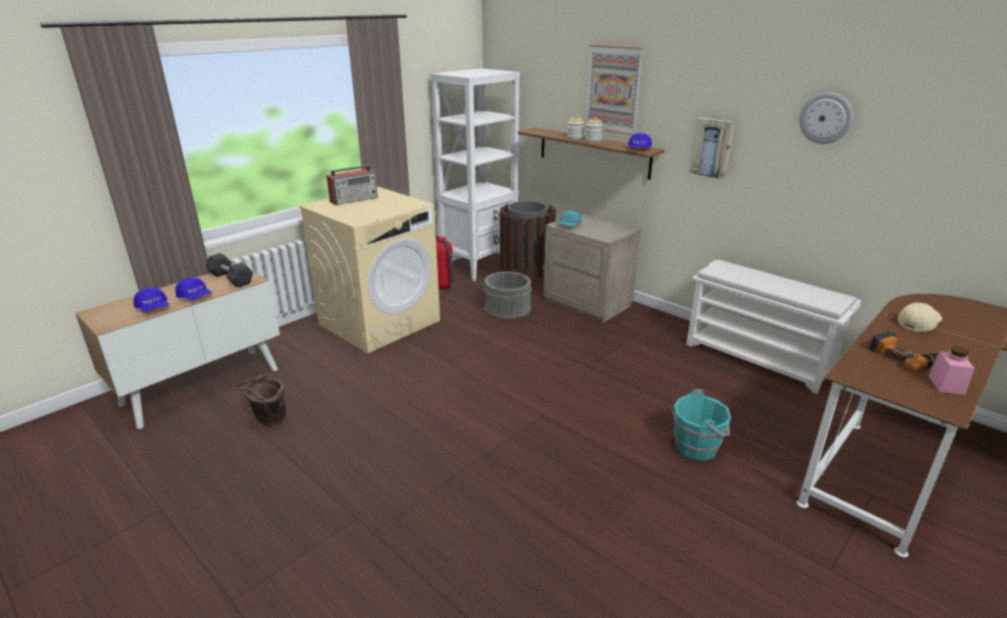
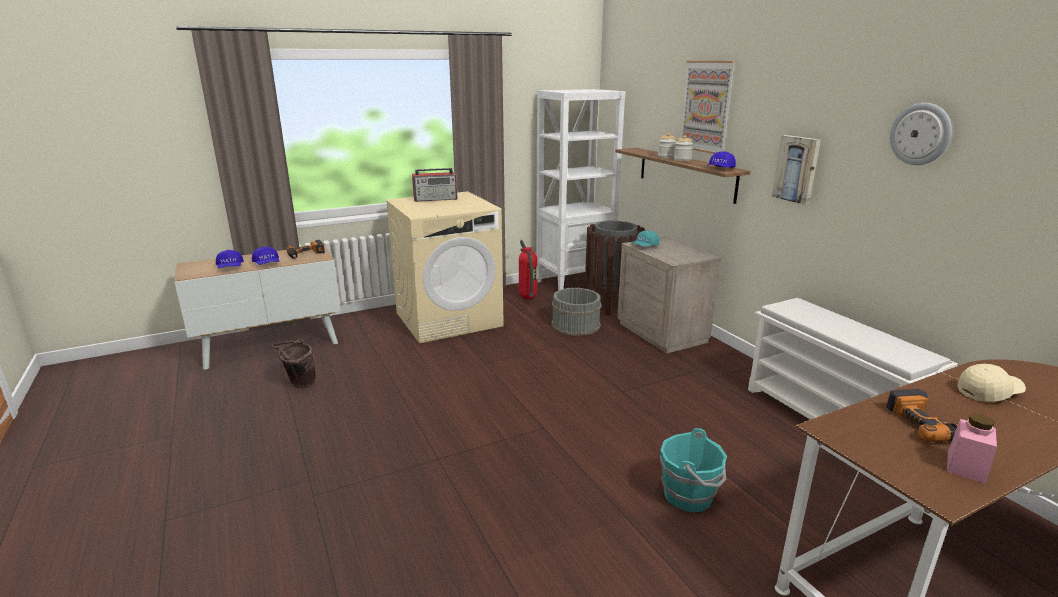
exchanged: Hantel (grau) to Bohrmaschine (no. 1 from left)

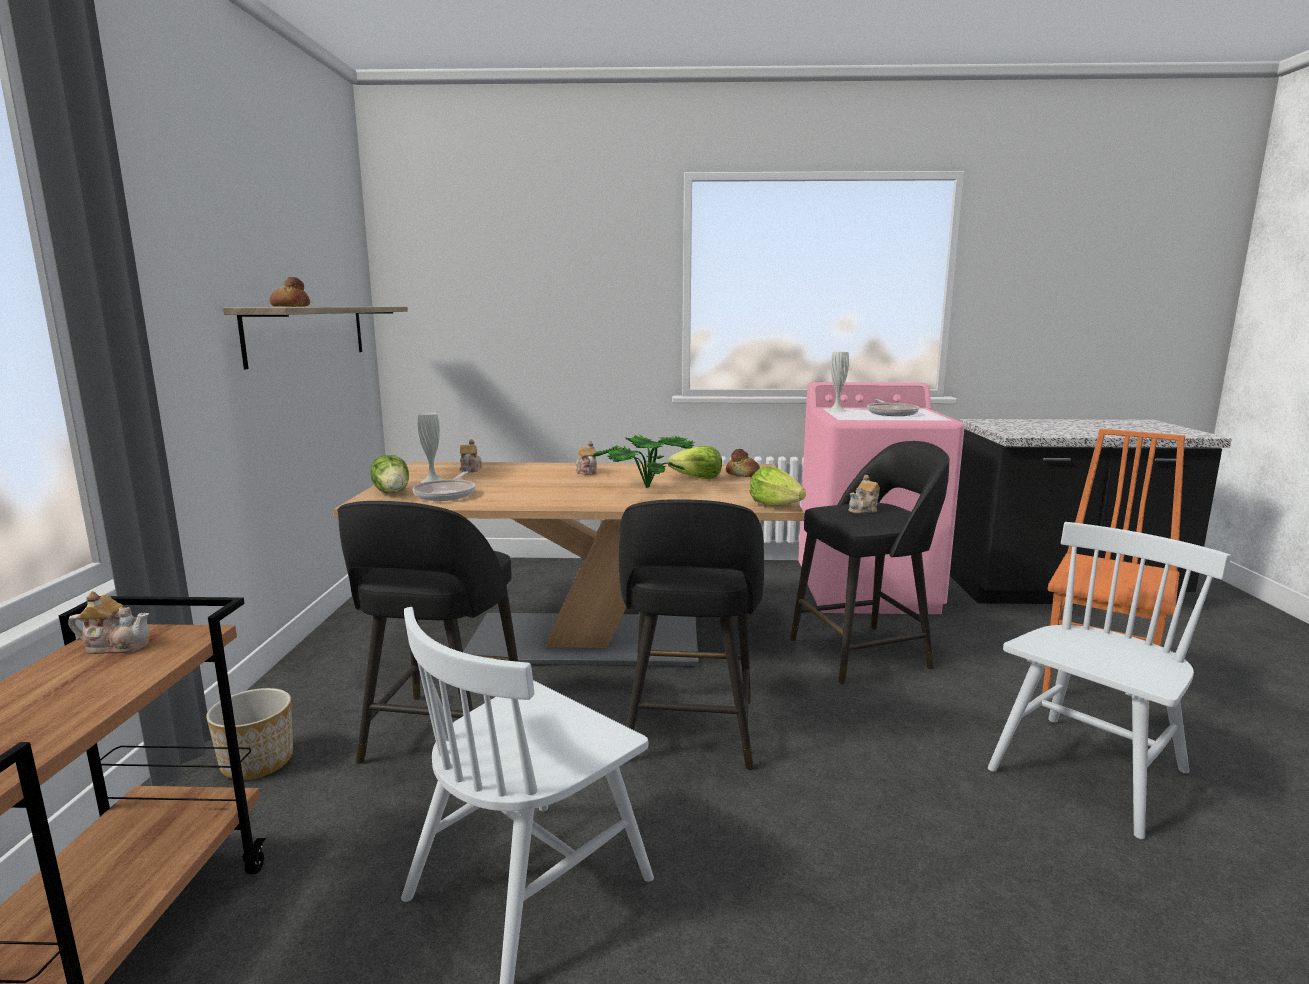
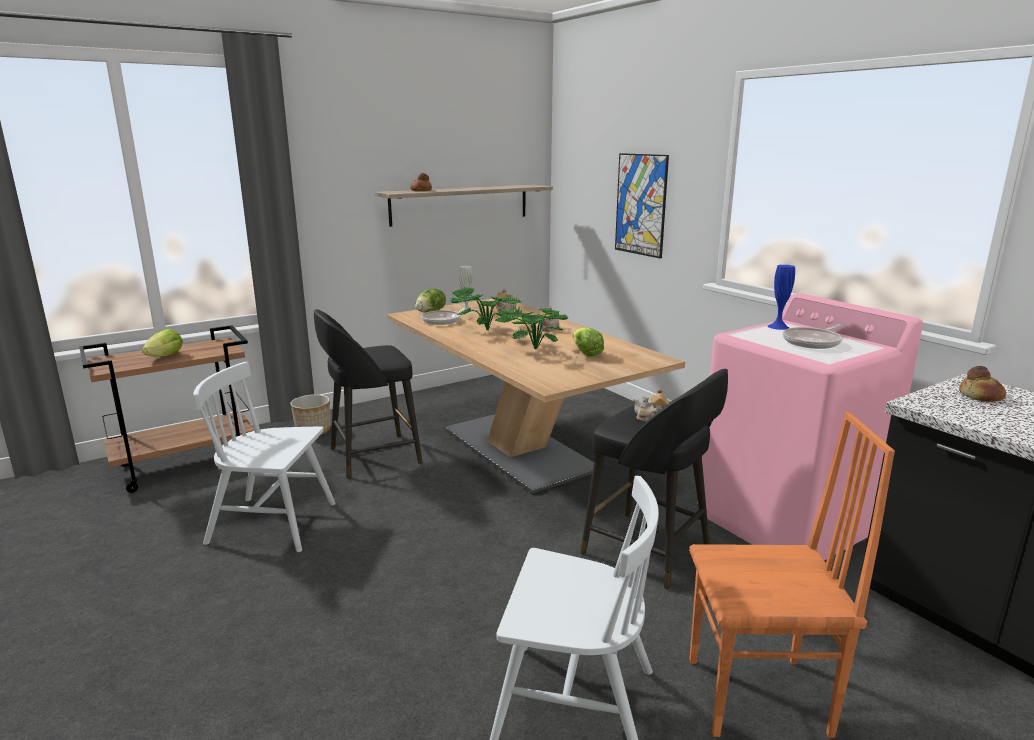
missing: Teekanne (no. 1 from left); Hocker (schwarz) (no. 2 from left)
appeared: Topfpflanze (no. 1 from left); Bild
relocated: Salatkopf (no. 3 from left in the first image) to Salatkopf (no. 1 from left); Brot (no. 2 from left)
colour: Vase (weiß) (no. 2 from left) to Vase (blau)

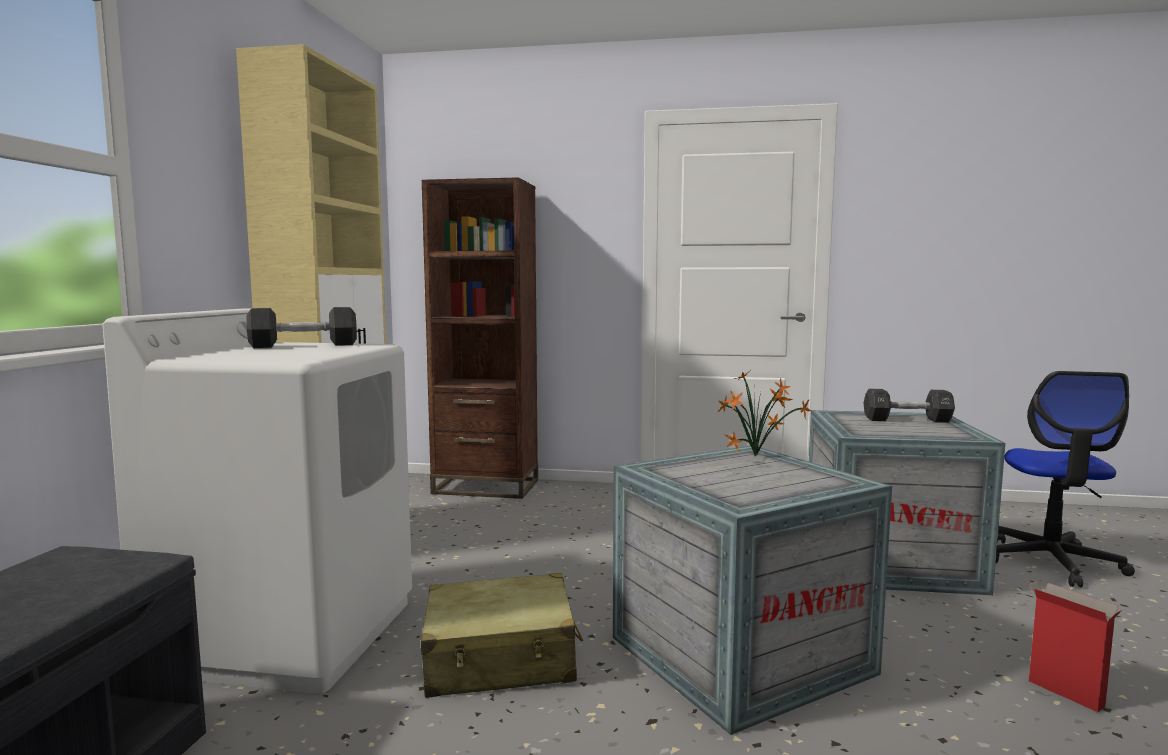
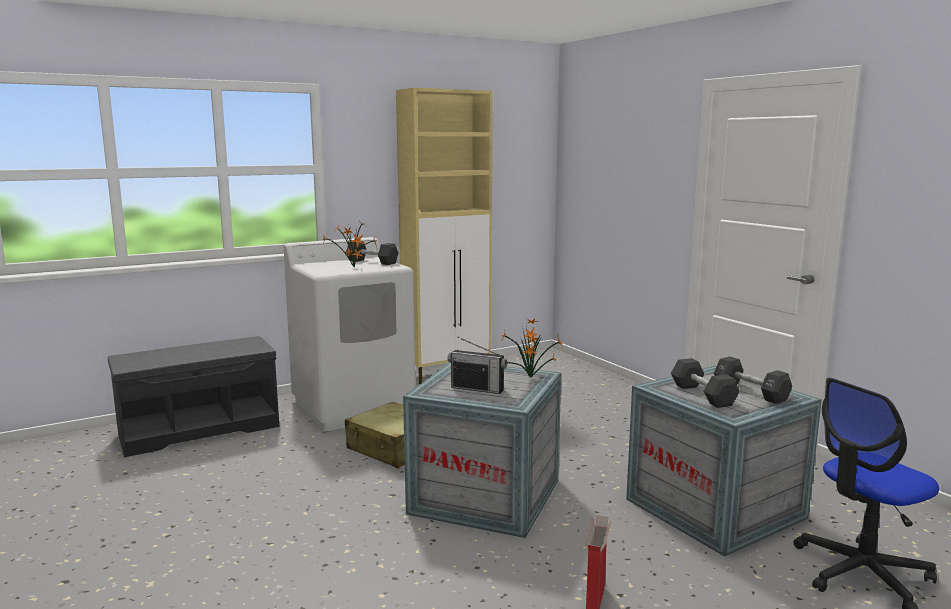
missing: Bücherregal (braun)
appeared: Topfpflanze (no. 1 from left); Radio; Hantel (schwarz) (no. 2 from left)

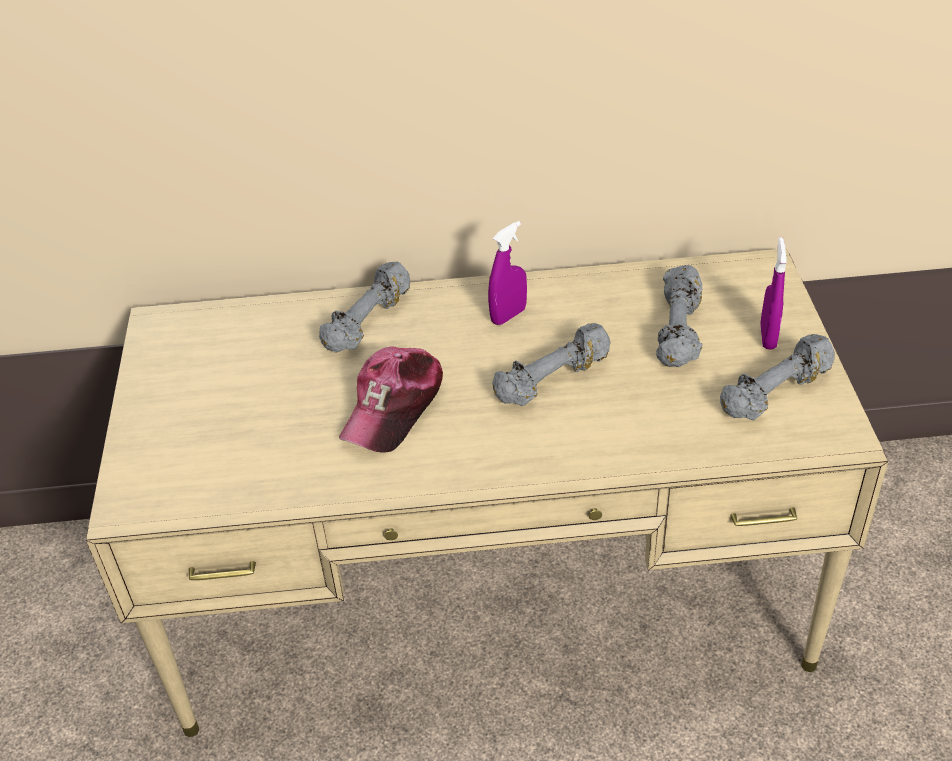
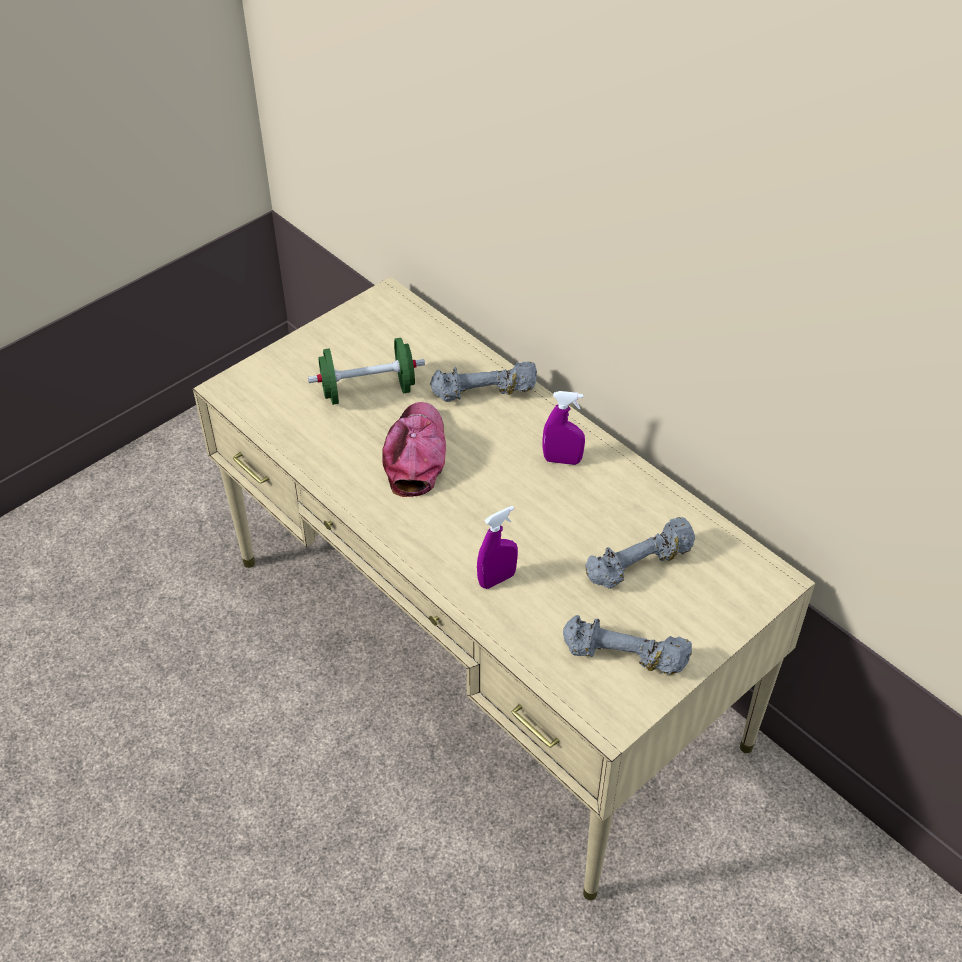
missing: Hantel (grau) (no. 2 from left)
appeared: Hantel (grün)
relocated: Sprühflasche (lila) (no. 2 from left in the first image) to Sprühflasche (lila) (no. 1 from left)
spun: Kappe 105 degrees clockwise

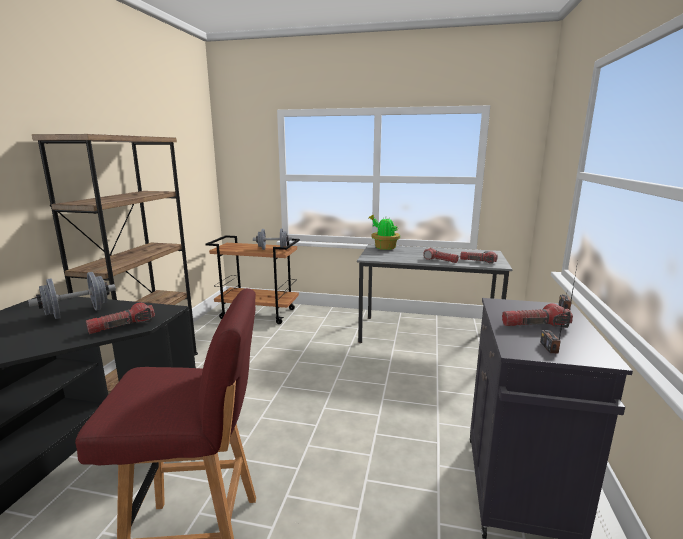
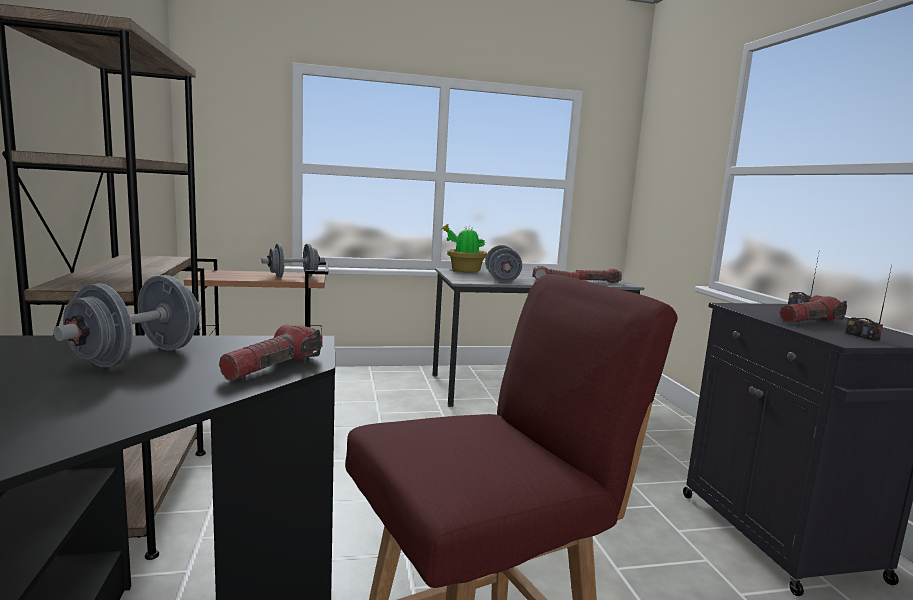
appeared: Hantel (grau) (no. 3 from left)

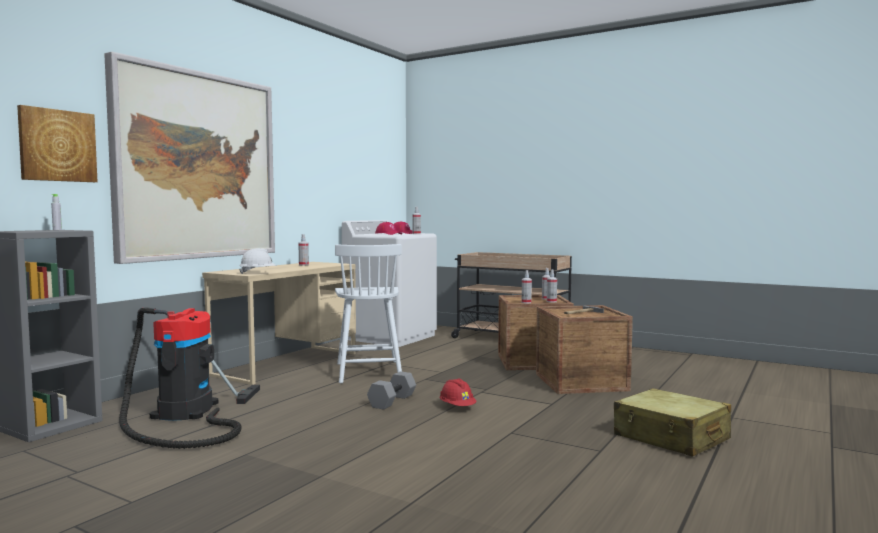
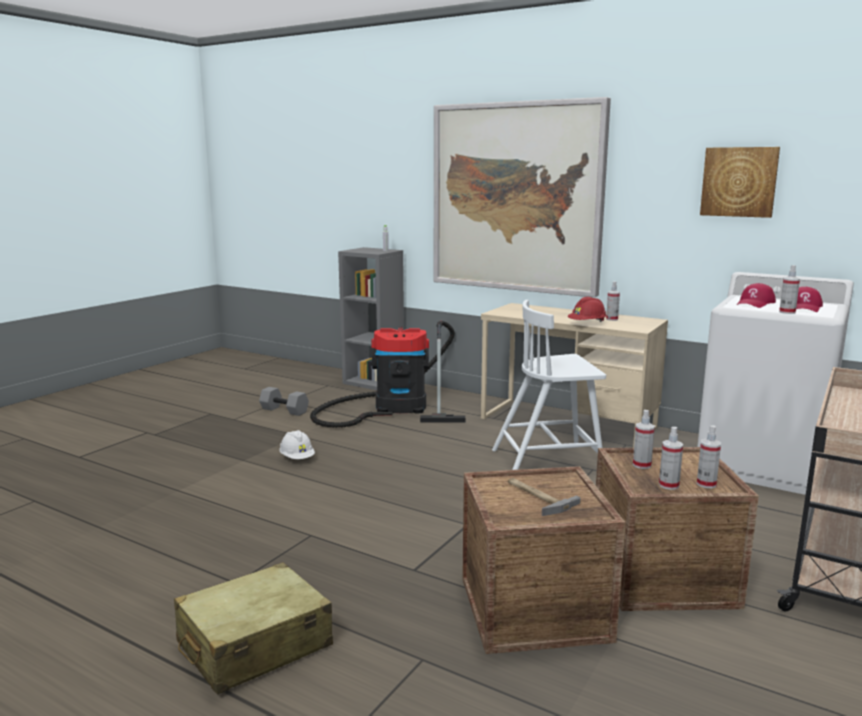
relocated: Hantel (grau); Schutzhelm (weiß); Schutzhelm (rot); Bild (no. 1 from left in the first image) to Bild (no. 2 from left)

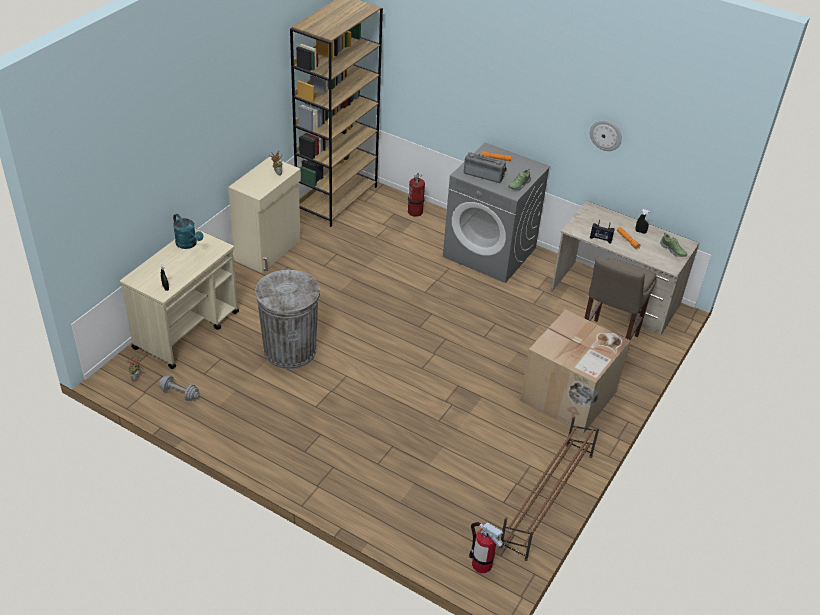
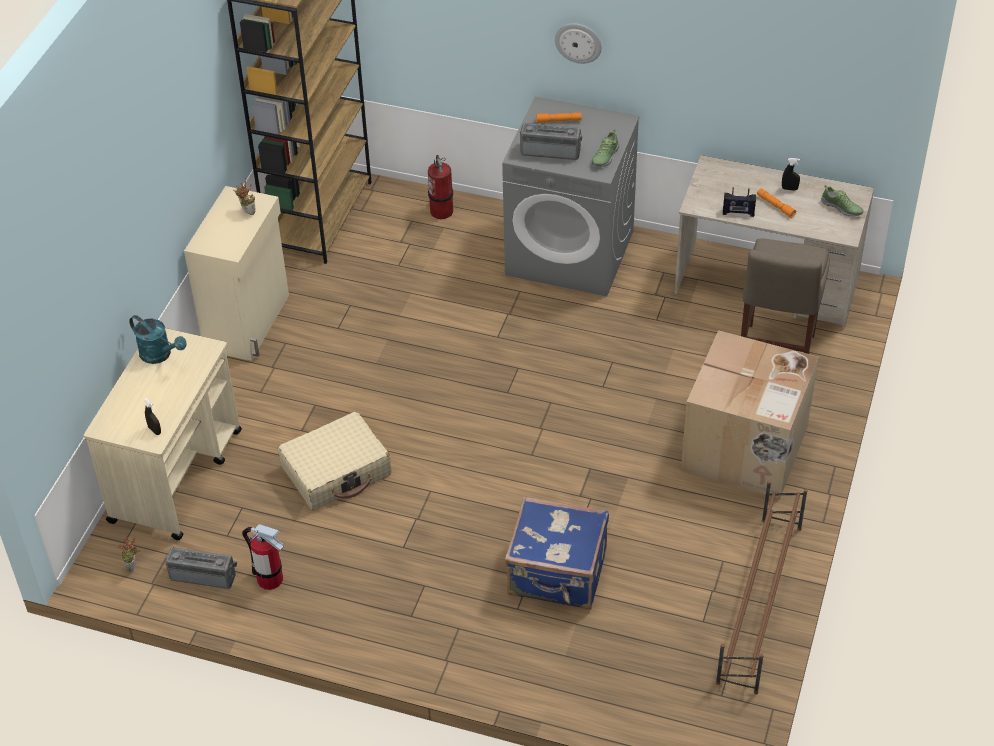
appeared: Koffer (blau)
relocated: Feuerlöscher (no. 2 from left in the first image) to Feuerlöscher (no. 1 from left); Wanduhr
exchanged: Hantel (grau) to Radio (no. 1 from left); Mülleimer (grau) to Koffer (beige)

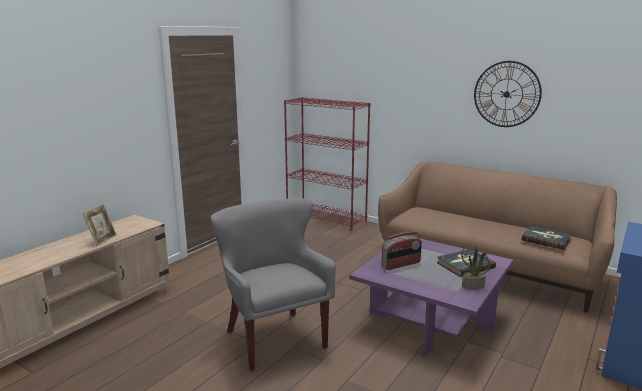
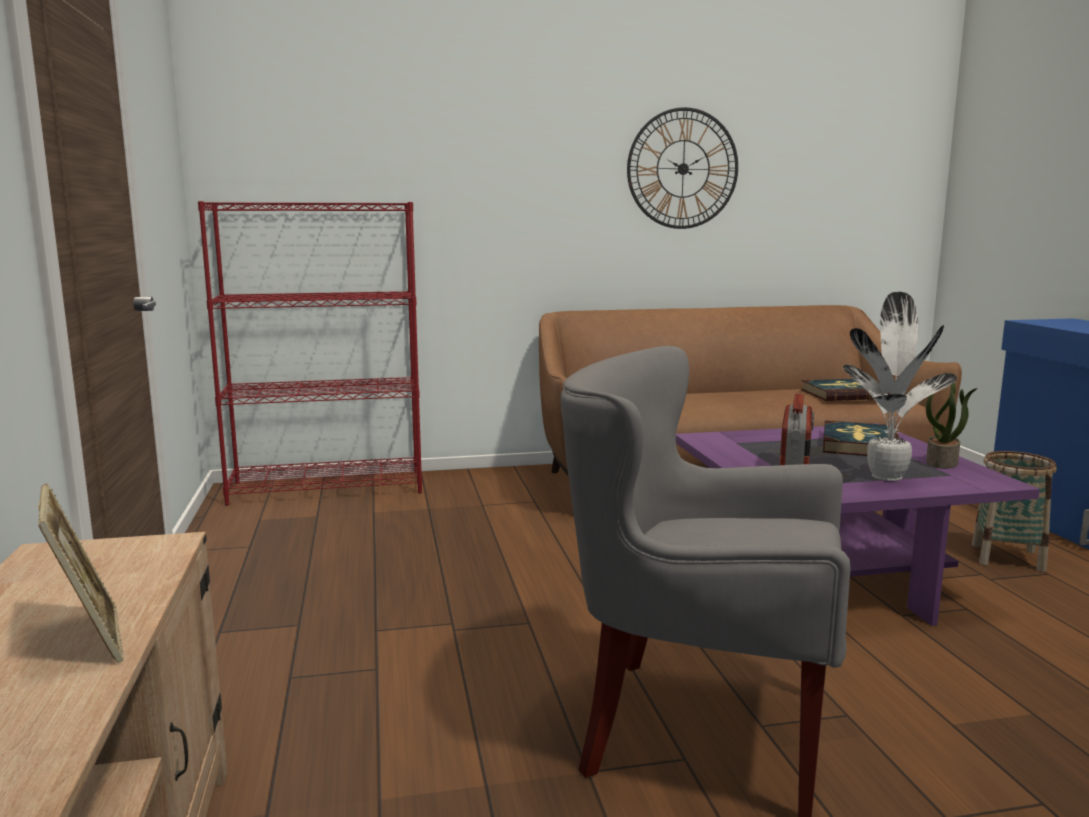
appeared: Topfpflanze (no. 1 from left); Korb

